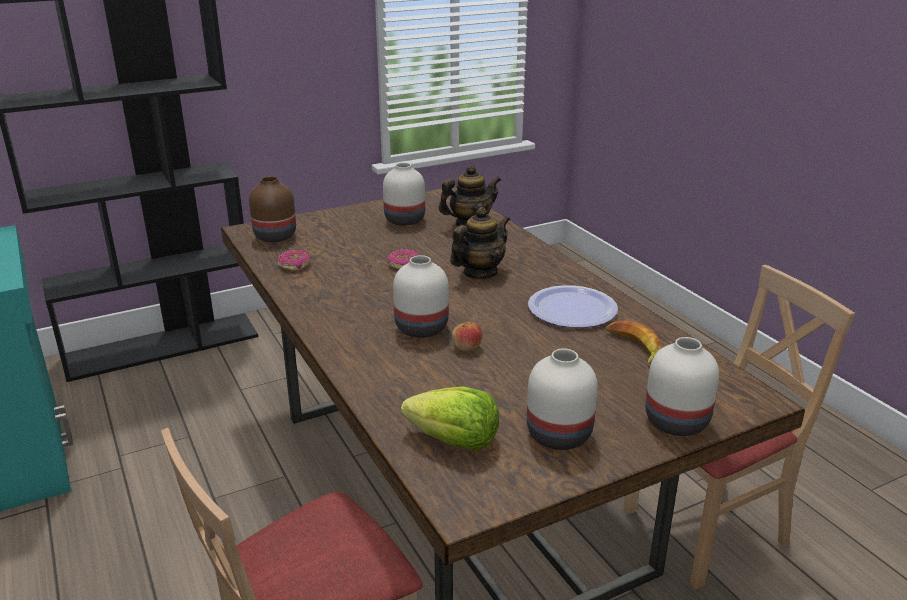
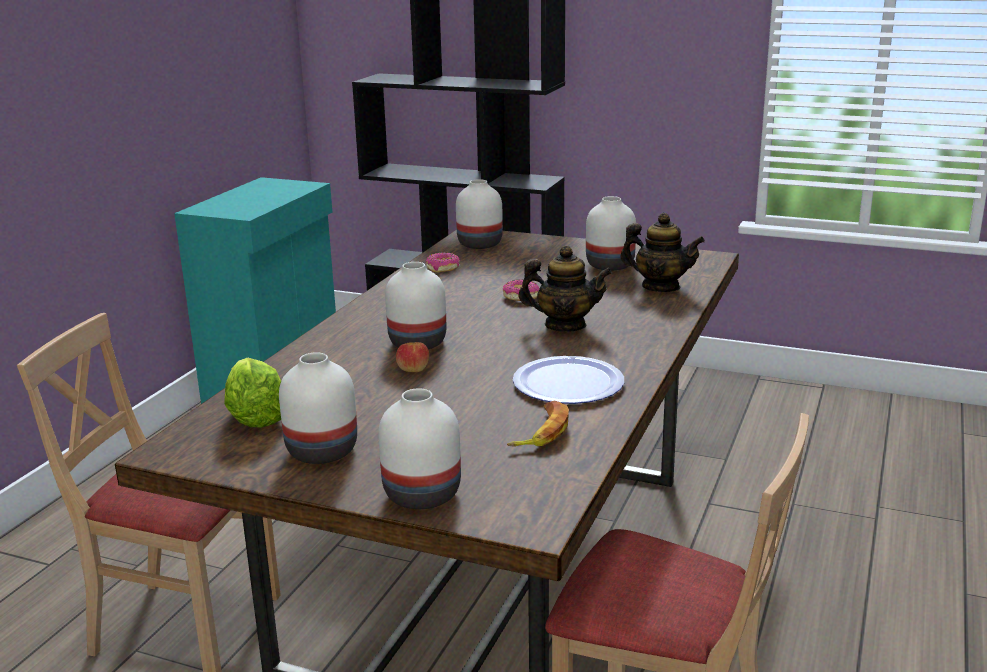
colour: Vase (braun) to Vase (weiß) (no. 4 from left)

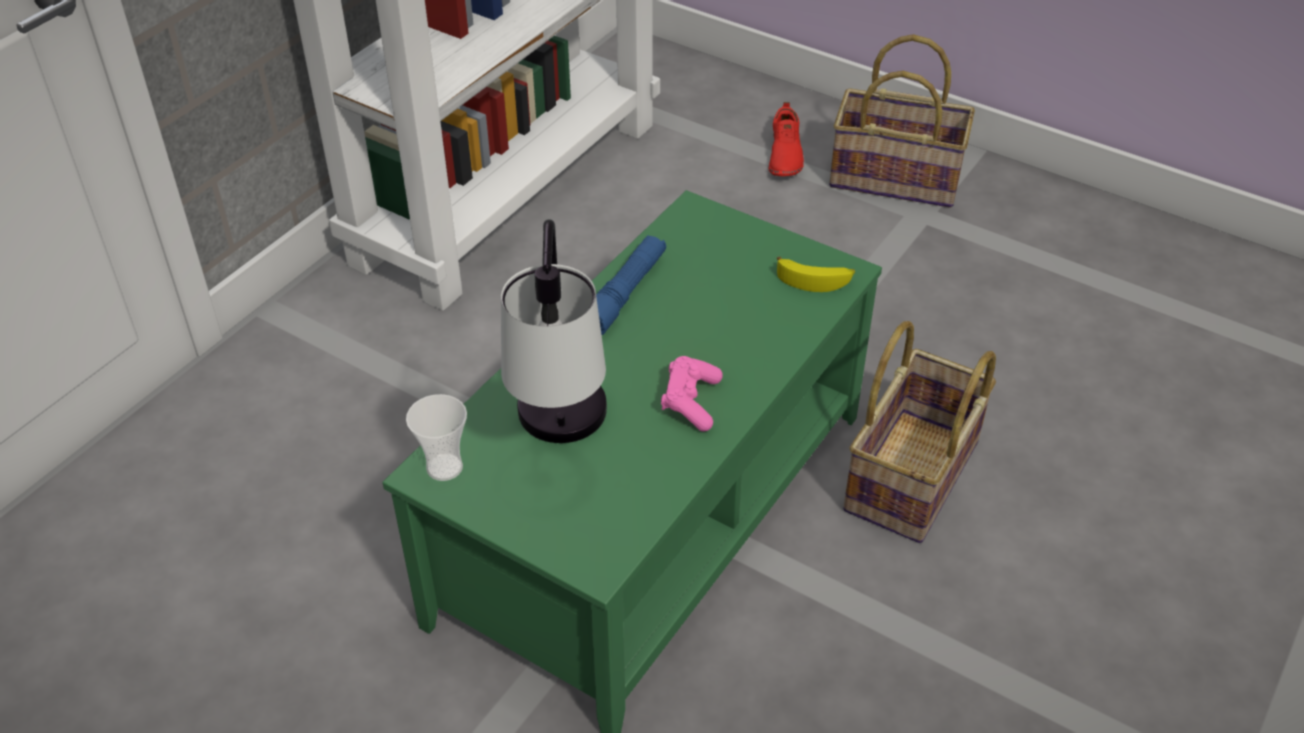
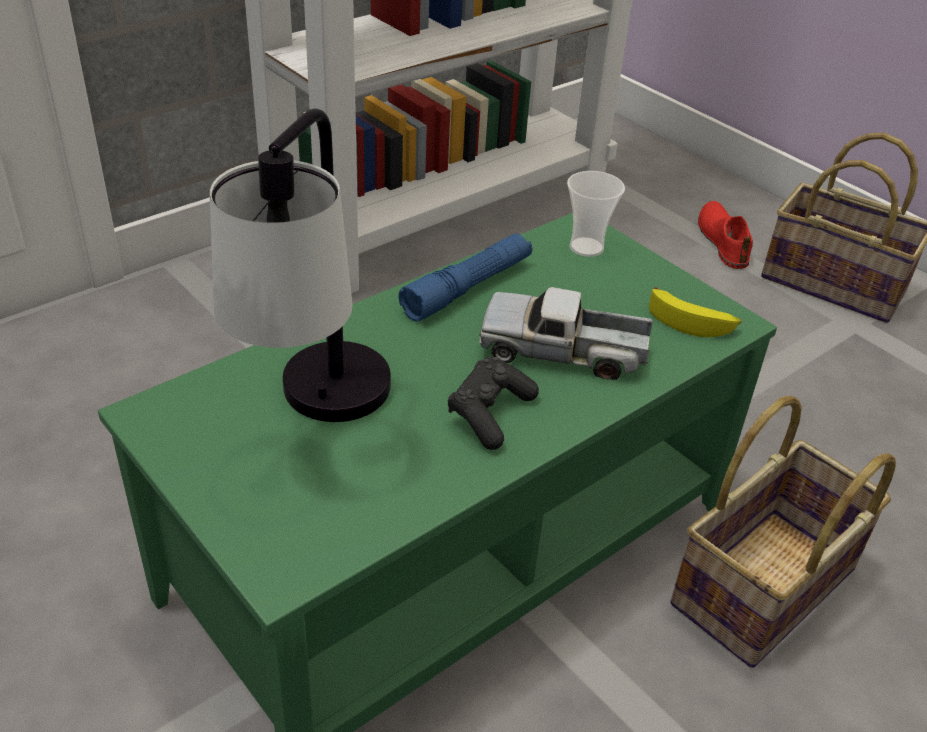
appeared: Spielzeuglaster
relocated: Tasse
colour: Gamepad (rosa) to Gamepad (schwarz)
spun: Schuh (rot) 150 degrees clockwise

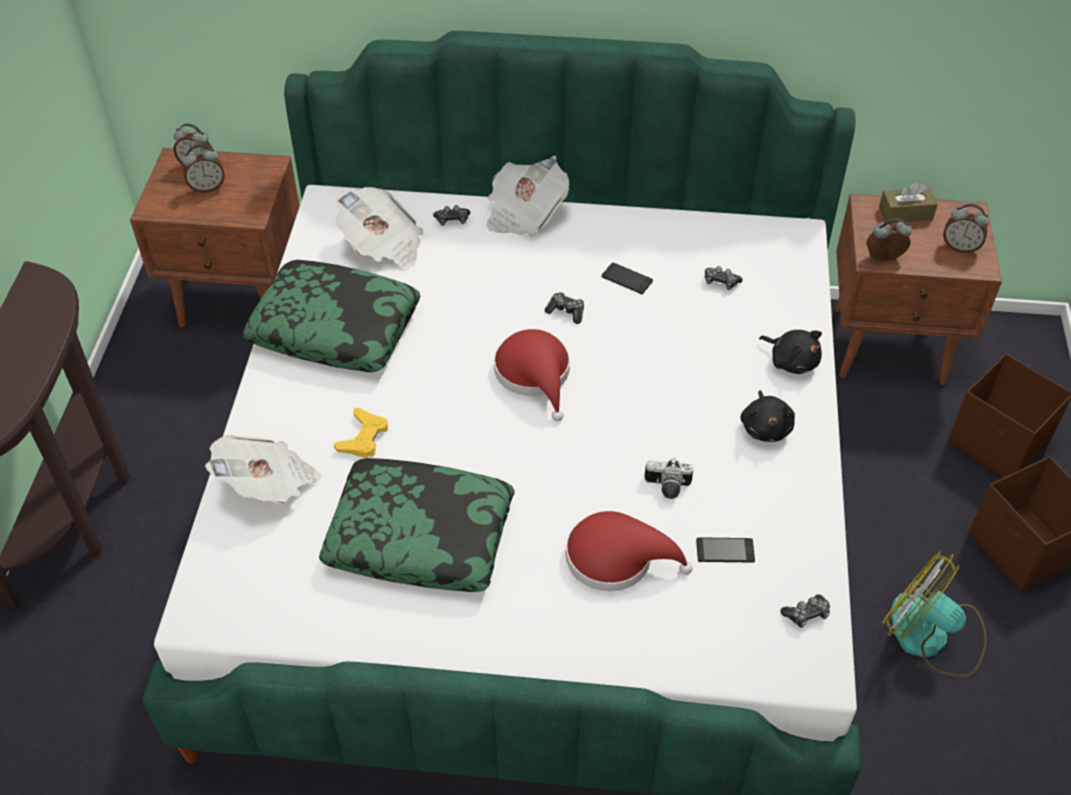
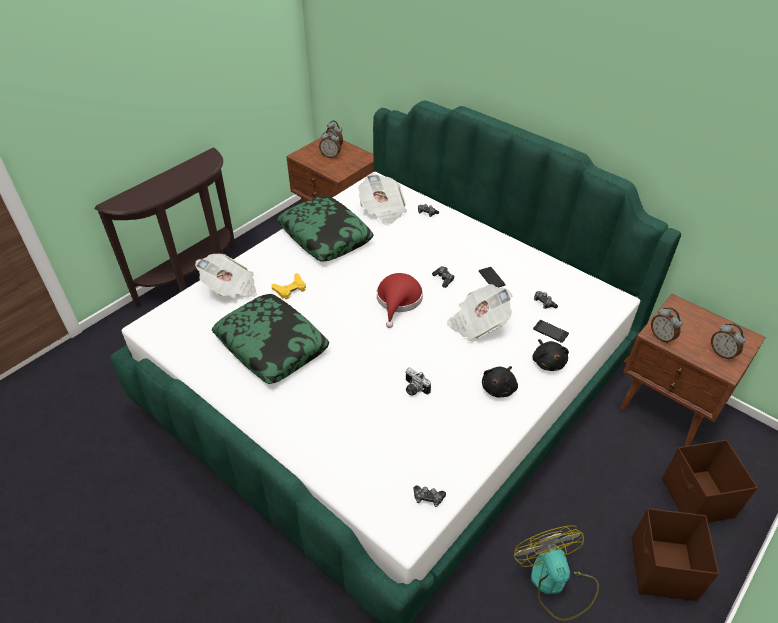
missing: Hut (rot) (no. 2 from left); Taschentuchbox (braun)
relocated: Zeitung (no. 3 from left); Handy (no. 2 from left)
spun: Wecker (no. 3 from left) 150 degrees counterclockwise

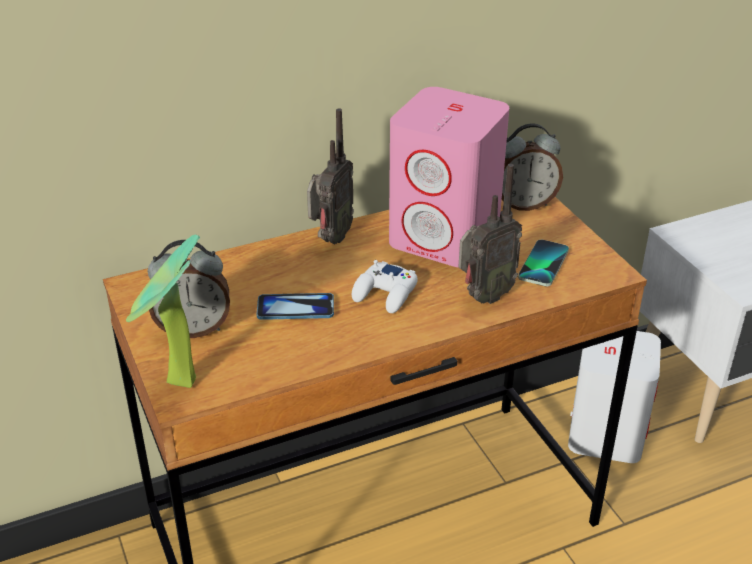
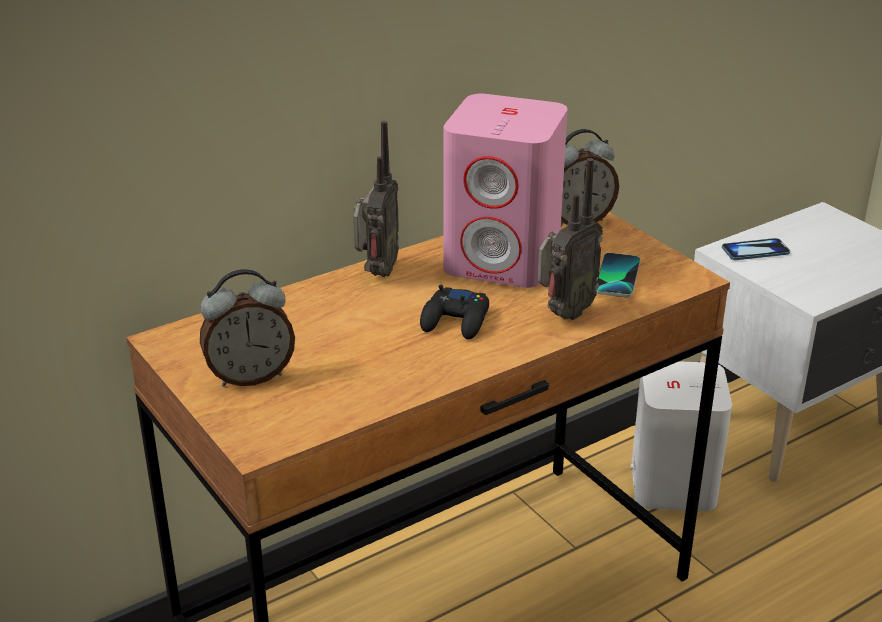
missing: Topfpflanze
relocated: Handy (no. 1 from left in the first image) to Handy (no. 2 from left)
colour: Gamepad (weiß) to Gamepad (schwarz)

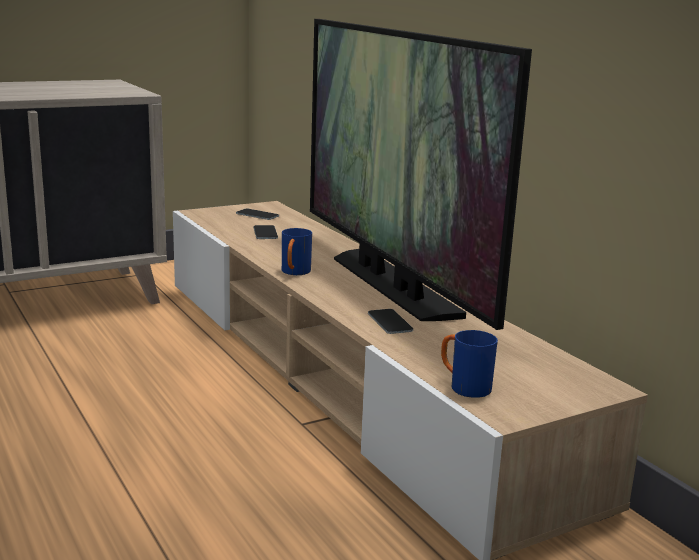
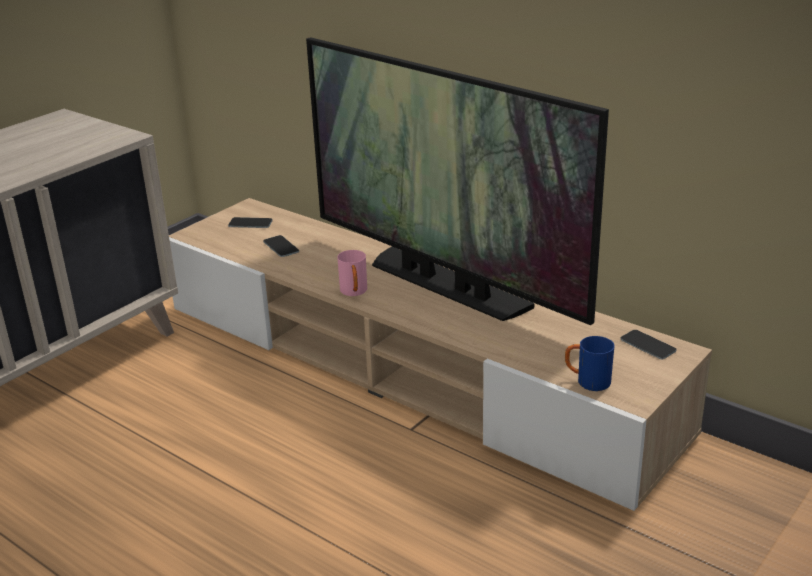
relocated: Handy (no. 3 from left)
colour: Henkelbecher (blau) (no. 1 from left) to Henkelbecher (rosa)

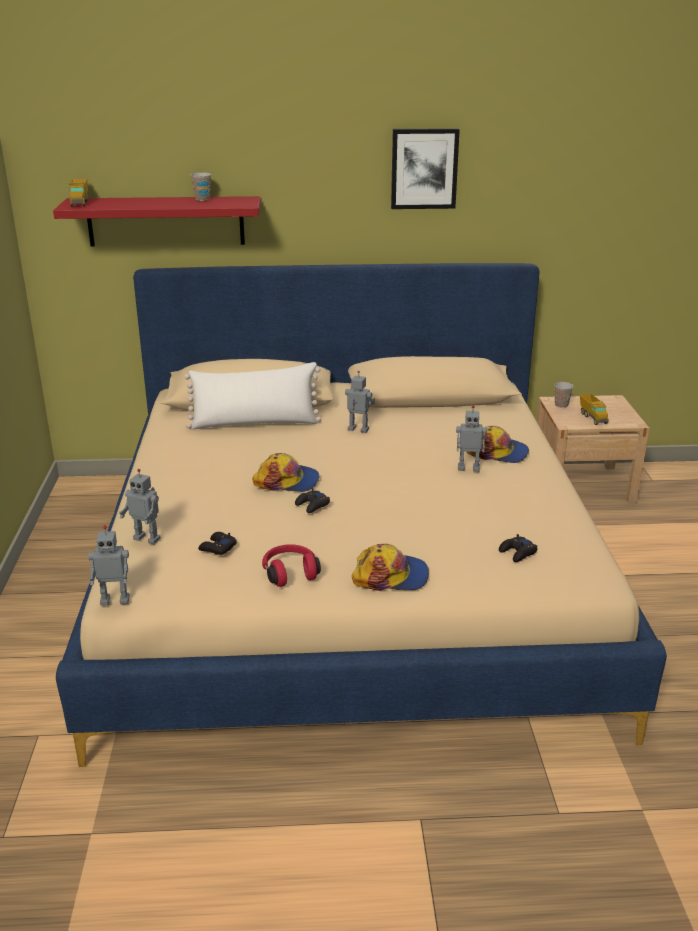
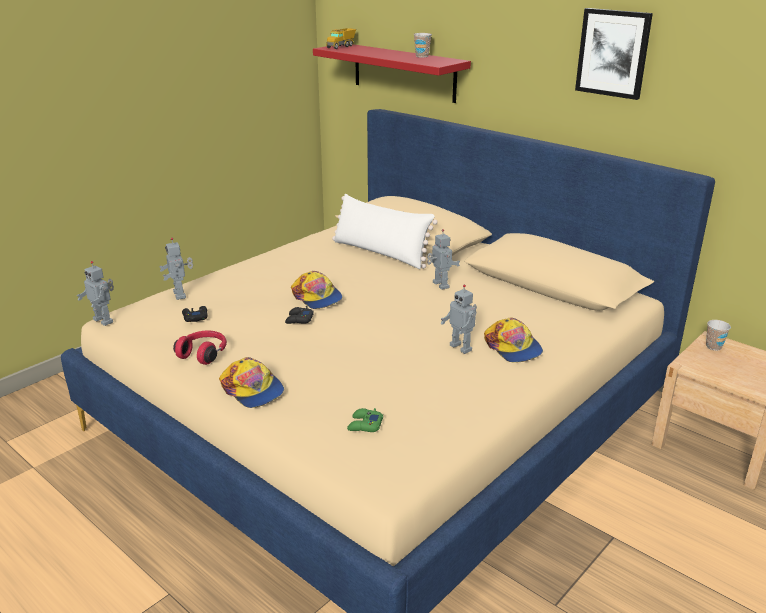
missing: Spielzeuglaster (no. 2 from left)
colour: Gamepad (schwarz) (no. 3 from left) to Gamepad (grün)

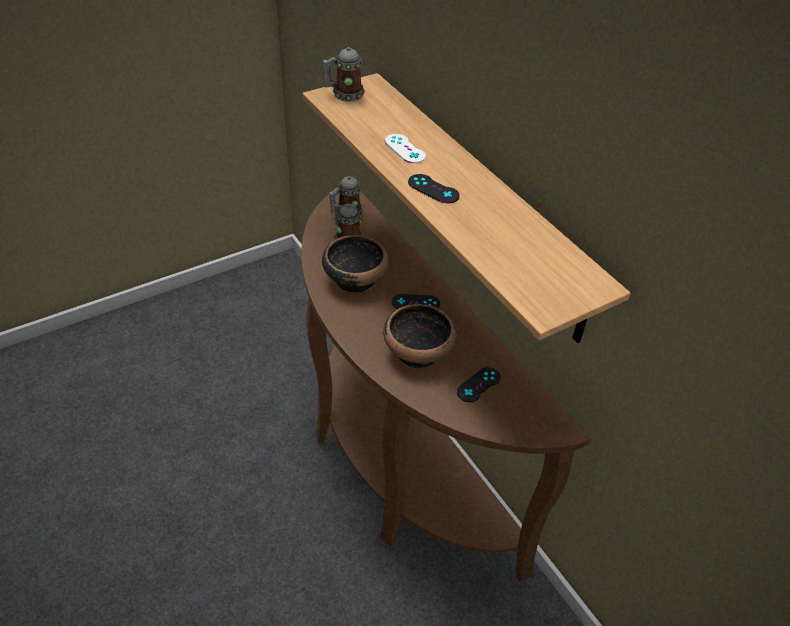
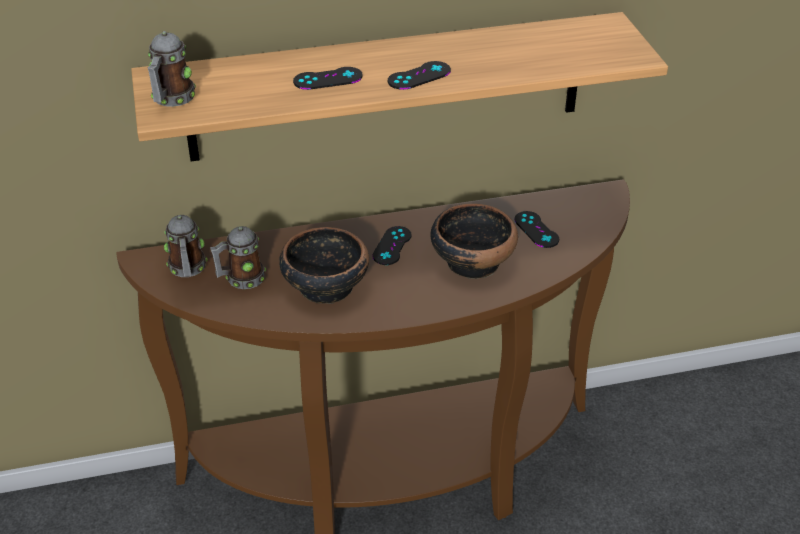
colour: Gamepad (weiß) to Gamepad (schwarz) (no. 1 from left)

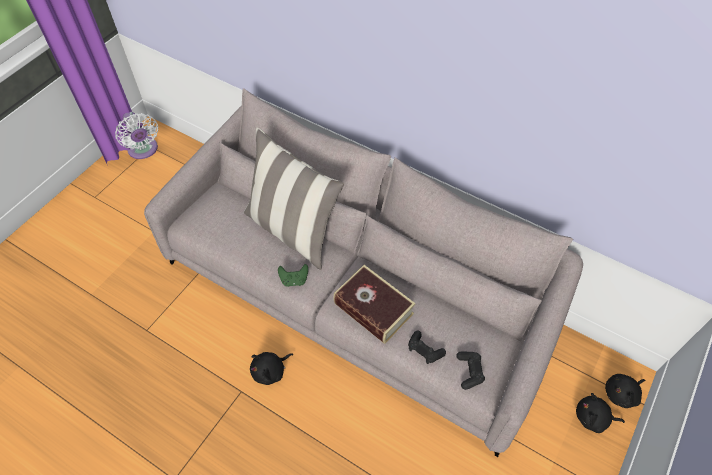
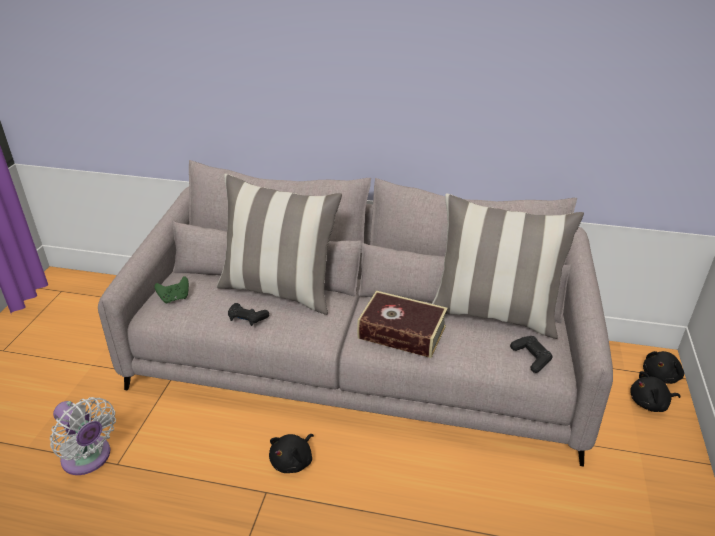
appeared: Kissen (no. 2 from left)
relocated: Ventilator (weiß); Gamepad (grün); Gamepad (schwarz) (no. 1 from left)

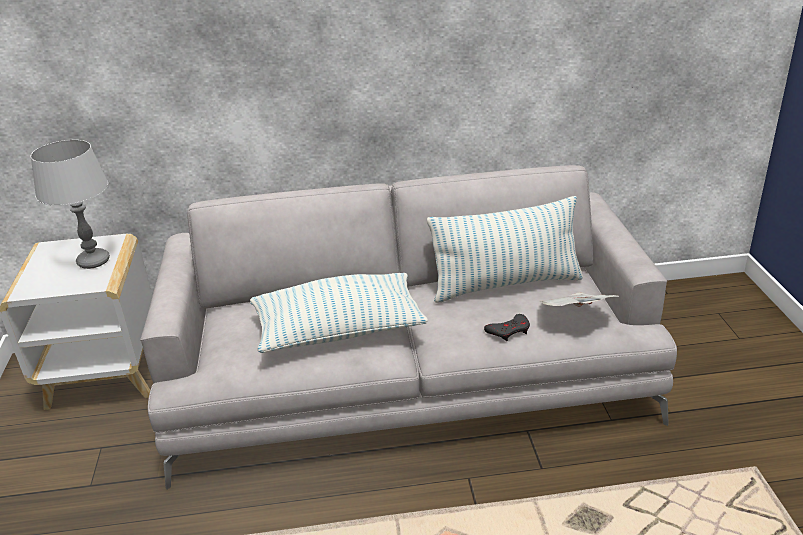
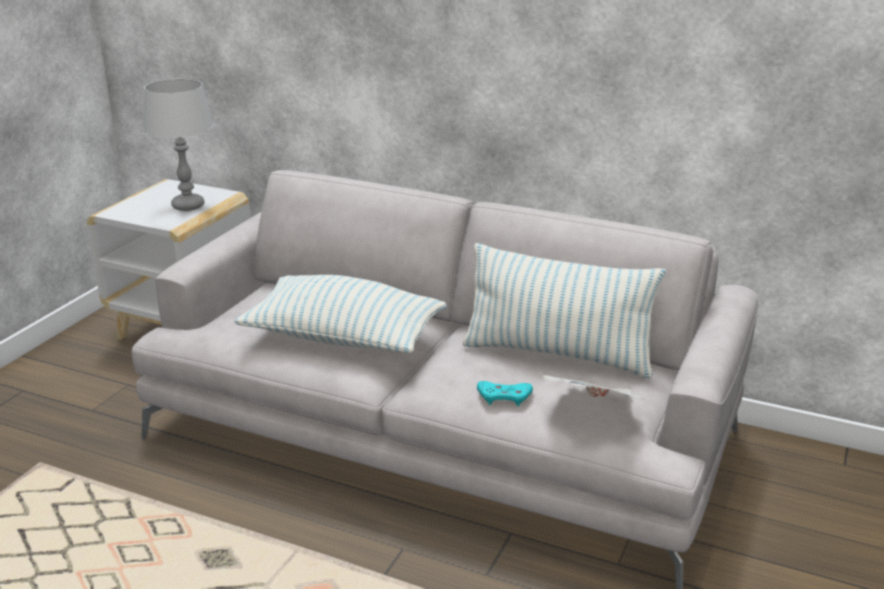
colour: Gamepad (grau) to Gamepad (türkis)

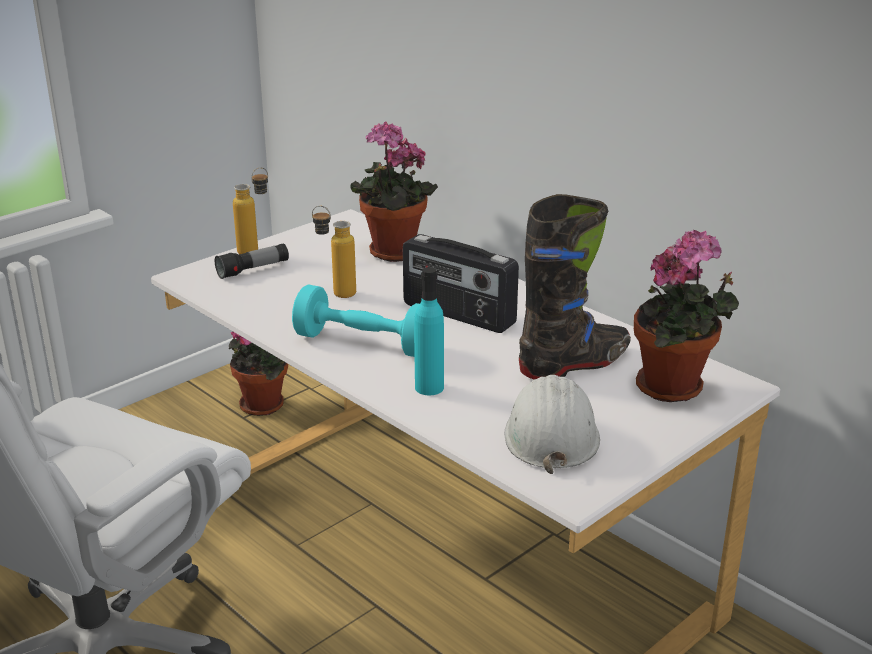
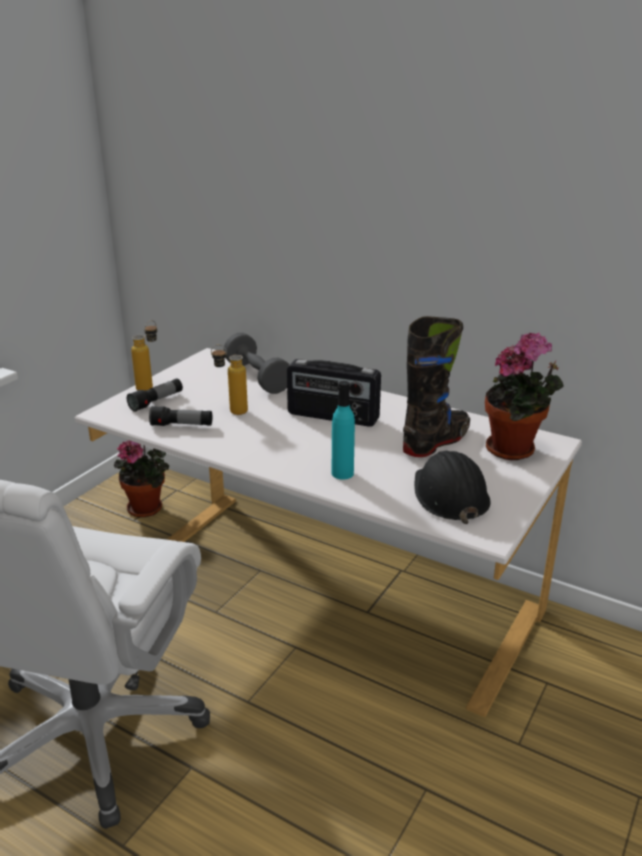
missing: Hantel (türkis)
appeared: Taschenlampe (no. 2 from left)
exchanged: Topfpflanze (no. 2 from left) to Hantel (grau)
colour: Schutzhelm (weiß) to Schutzhelm (schwarz)

